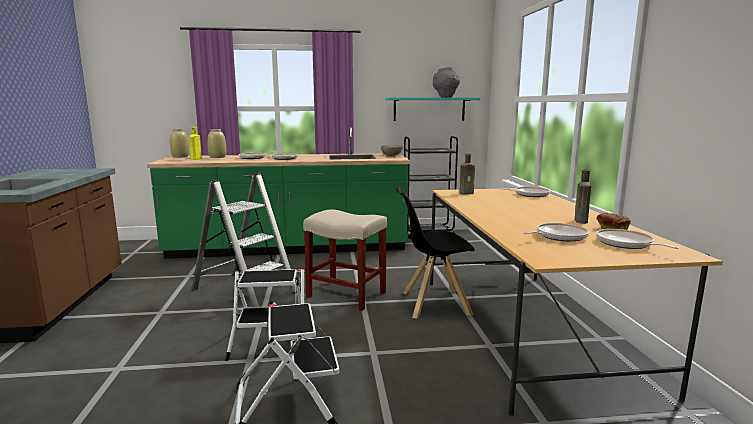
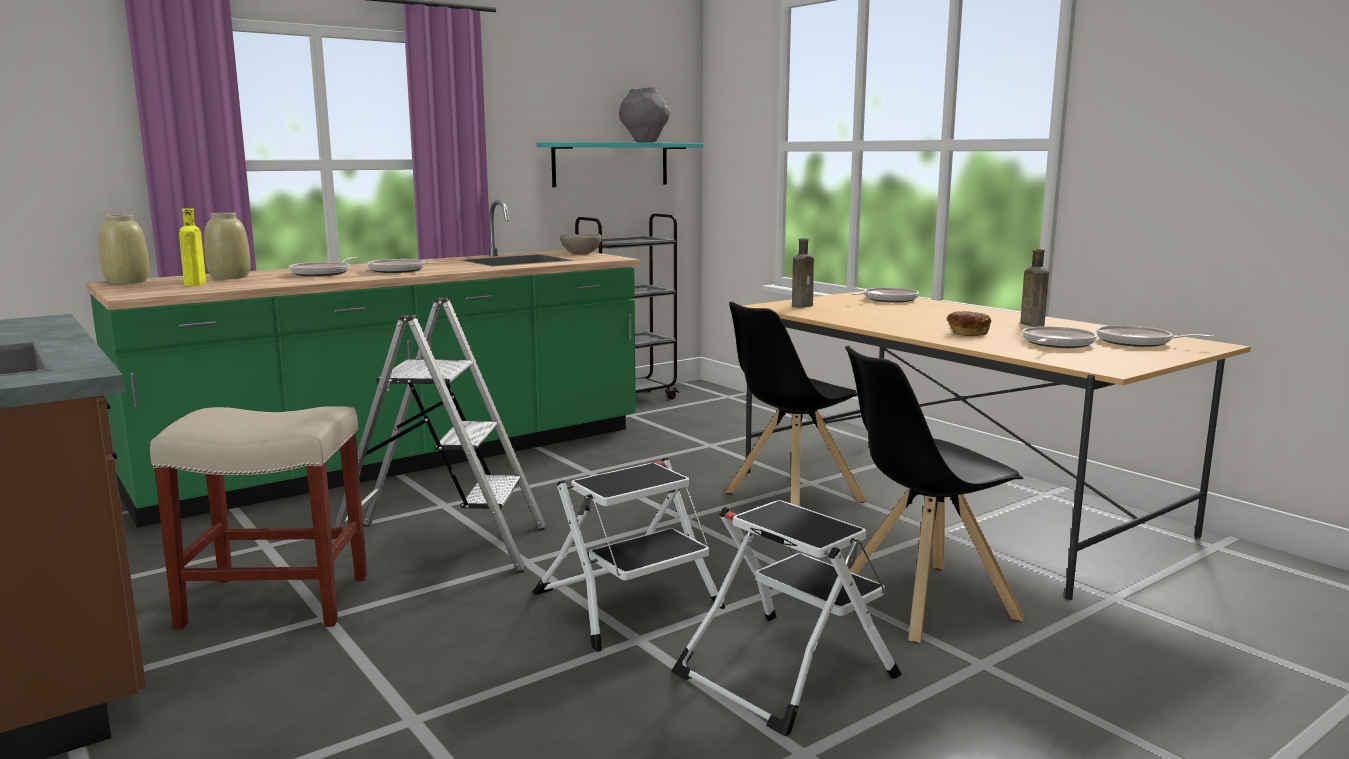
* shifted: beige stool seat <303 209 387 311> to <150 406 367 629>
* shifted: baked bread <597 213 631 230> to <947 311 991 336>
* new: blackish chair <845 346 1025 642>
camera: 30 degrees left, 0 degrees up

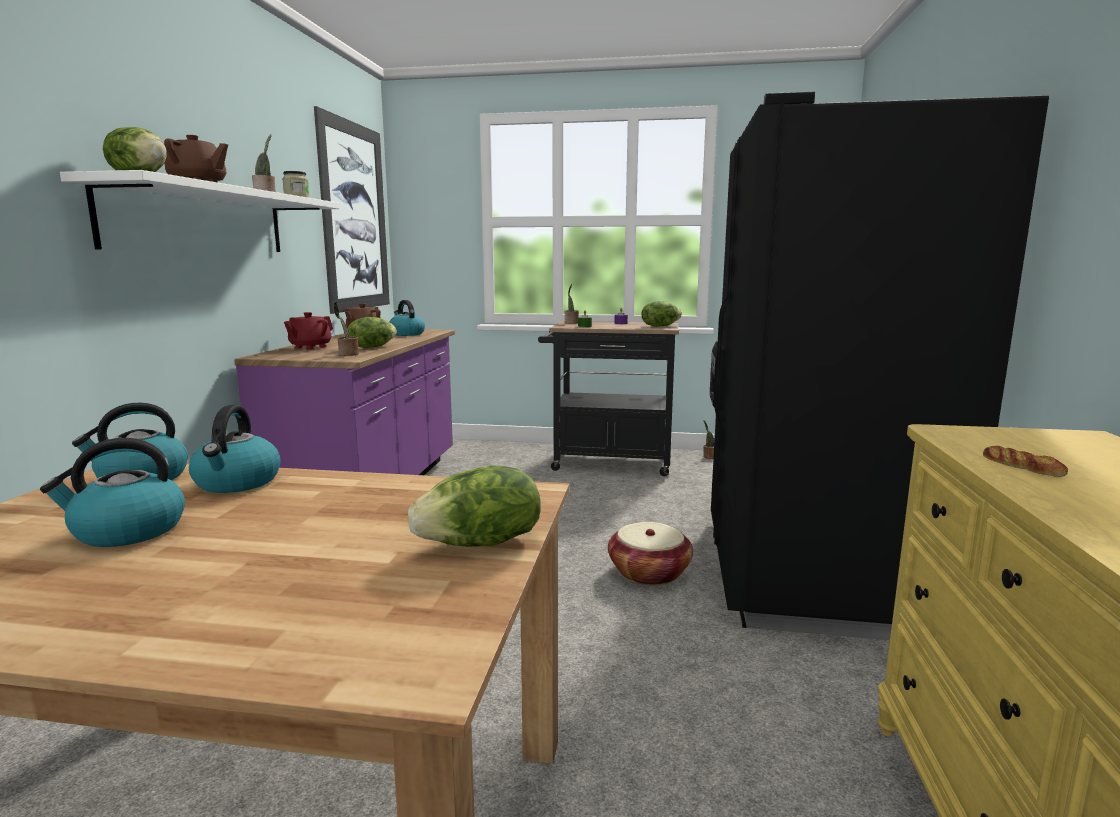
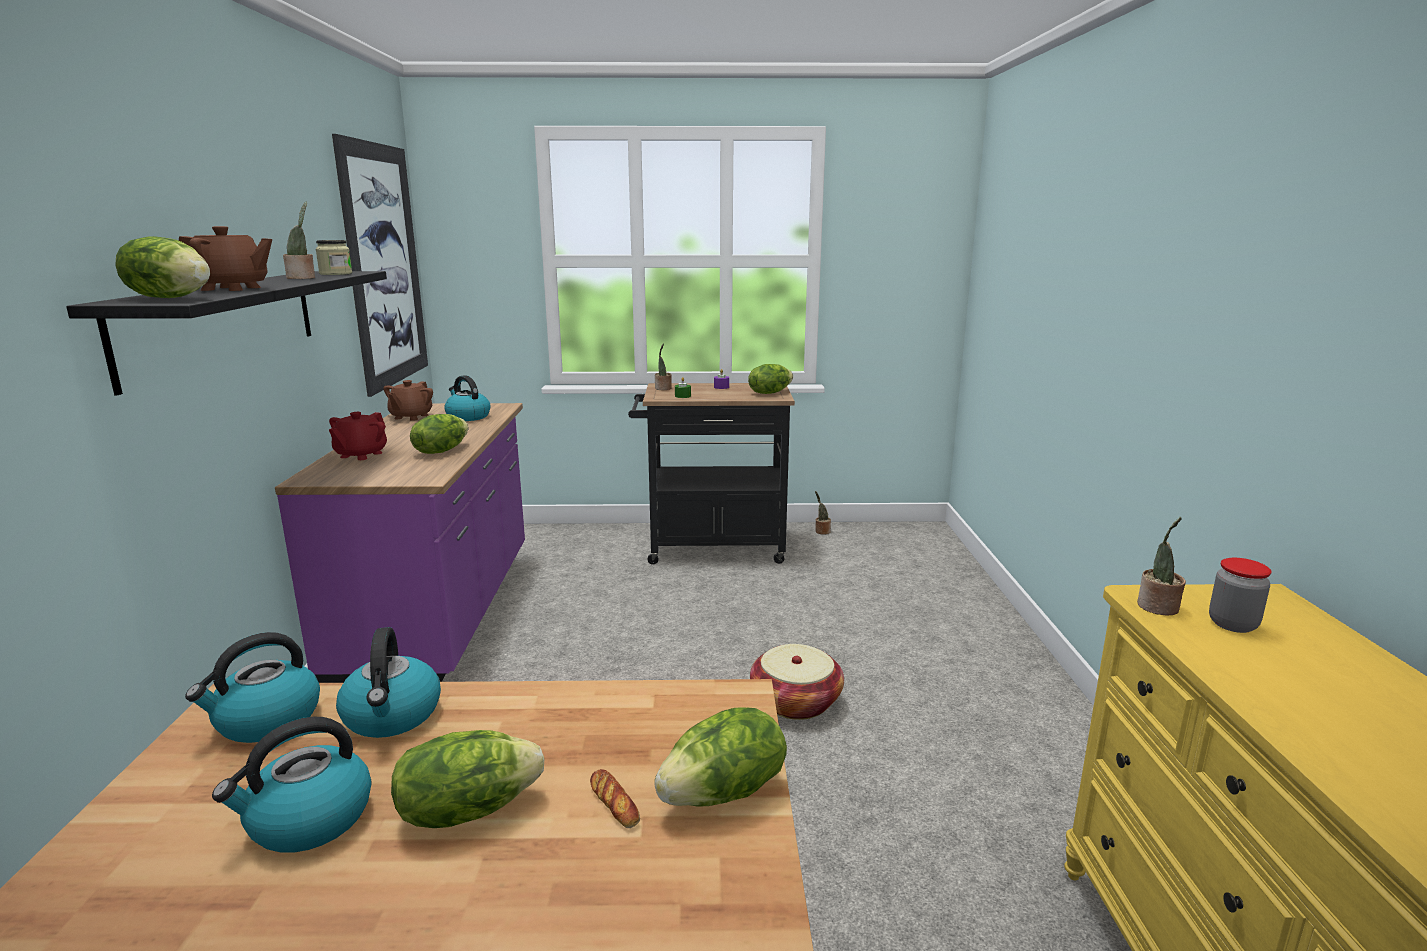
* gone: blackish refrigerator <709 92 1049 640>
* repainted: whitish bracket shelf <60 170 339 252> to blackish bracket shelf <66 271 387 395>
* shifted: plant in a pot <333 301 359 356> to <1137 517 1186 616>
* shifted: baked bread <983 446 1068 477> to <590 769 640 828>
* new: jar <1209 558 1271 633>
* new: head of lettuce <391 730 545 828>
camera: 10 degrees left, 5 degrees up

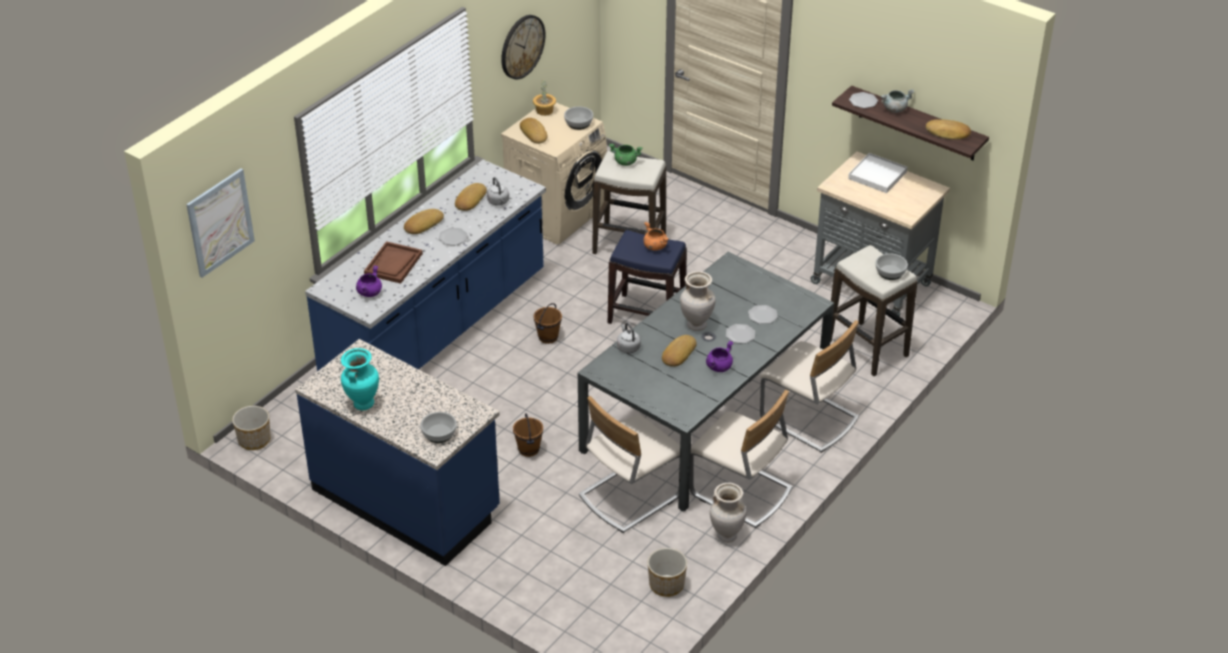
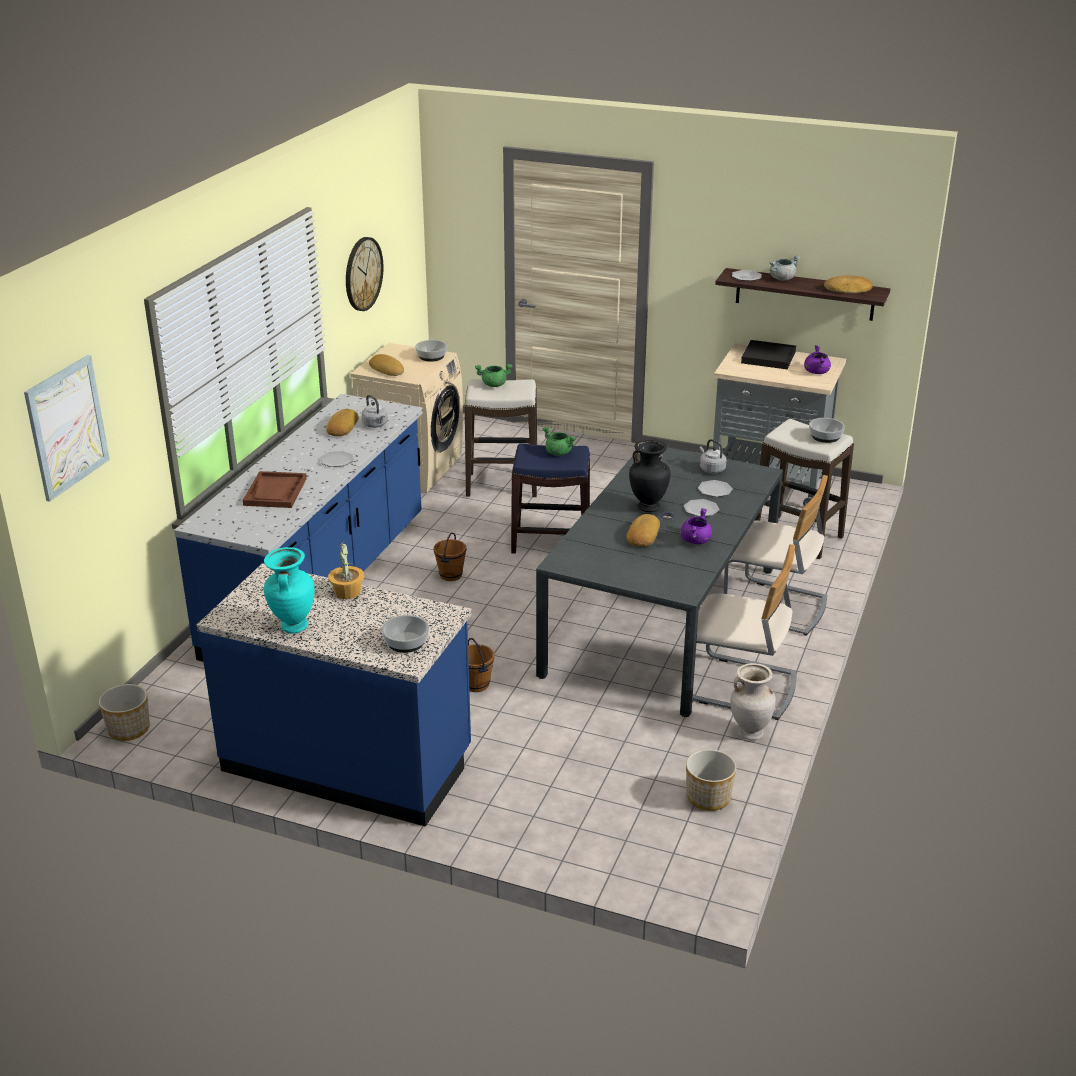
* shifted: plant in a pot <533 80 556 116> to <328 540 364 599>
* repainted: whitish serving tray <848 153 907 193> to blackish serving tray <741 340 796 369>
* gone: baked bread <404 209 444 234>
* repainted: orange saucepot <644 222 669 250> to green-coloured saucepot <542 427 577 456>
* shifted: purplish saucepot <356 265 382 297> to <804 345 831 374>
* repainted: beige flower vase <680 271 715 331> to blackish flower vase <629 440 671 512>
* shifted: greyish kettle <617 323 641 353> to <699 439 726 474>
* gone: beige chair <579 396 680 533>
camera: 15 degrees left, 10 degrees down

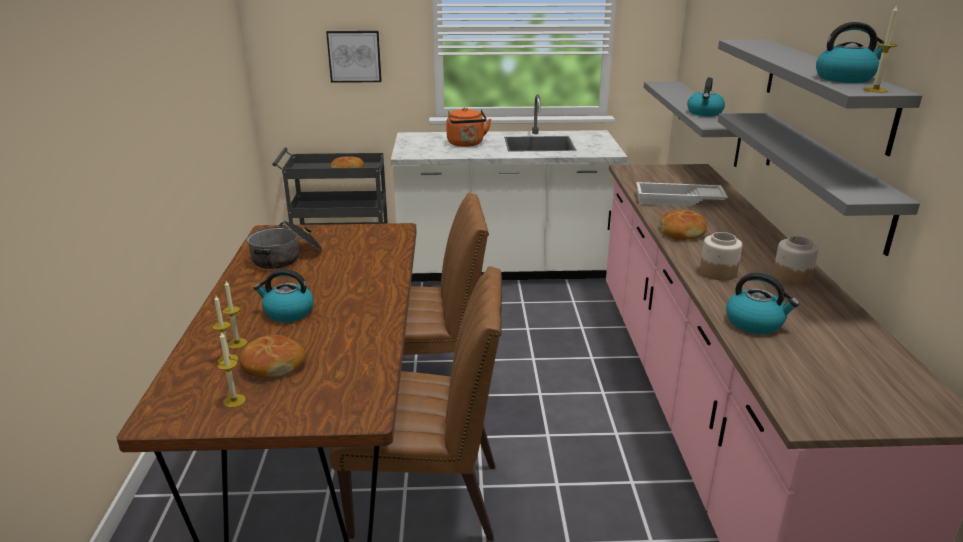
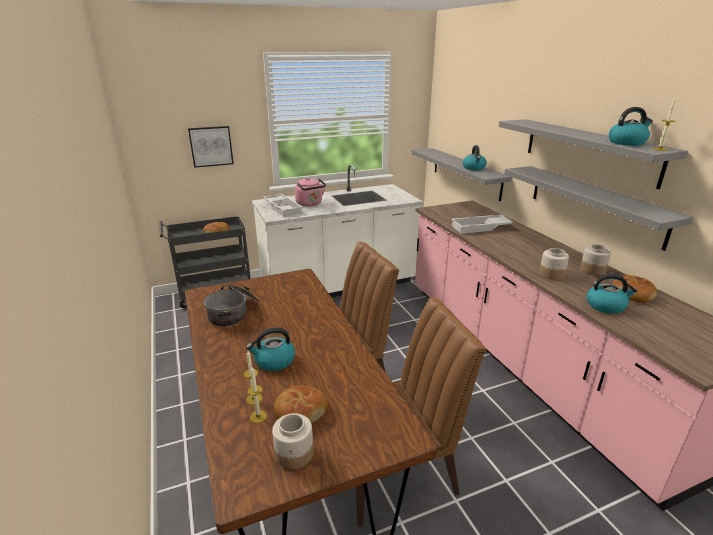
* repainted: orange kettle <446 107 492 147> to pink-coloured kettle <295 178 326 206>
* shifted: baked bread <660 210 707 240> to <613 275 657 303>
* swapped: wax candle <218 332 246 408> to jar <272 413 313 470>
* new: whitish serving tray <263 194 303 217>
camera: 20 degrees left, 0 degrees up

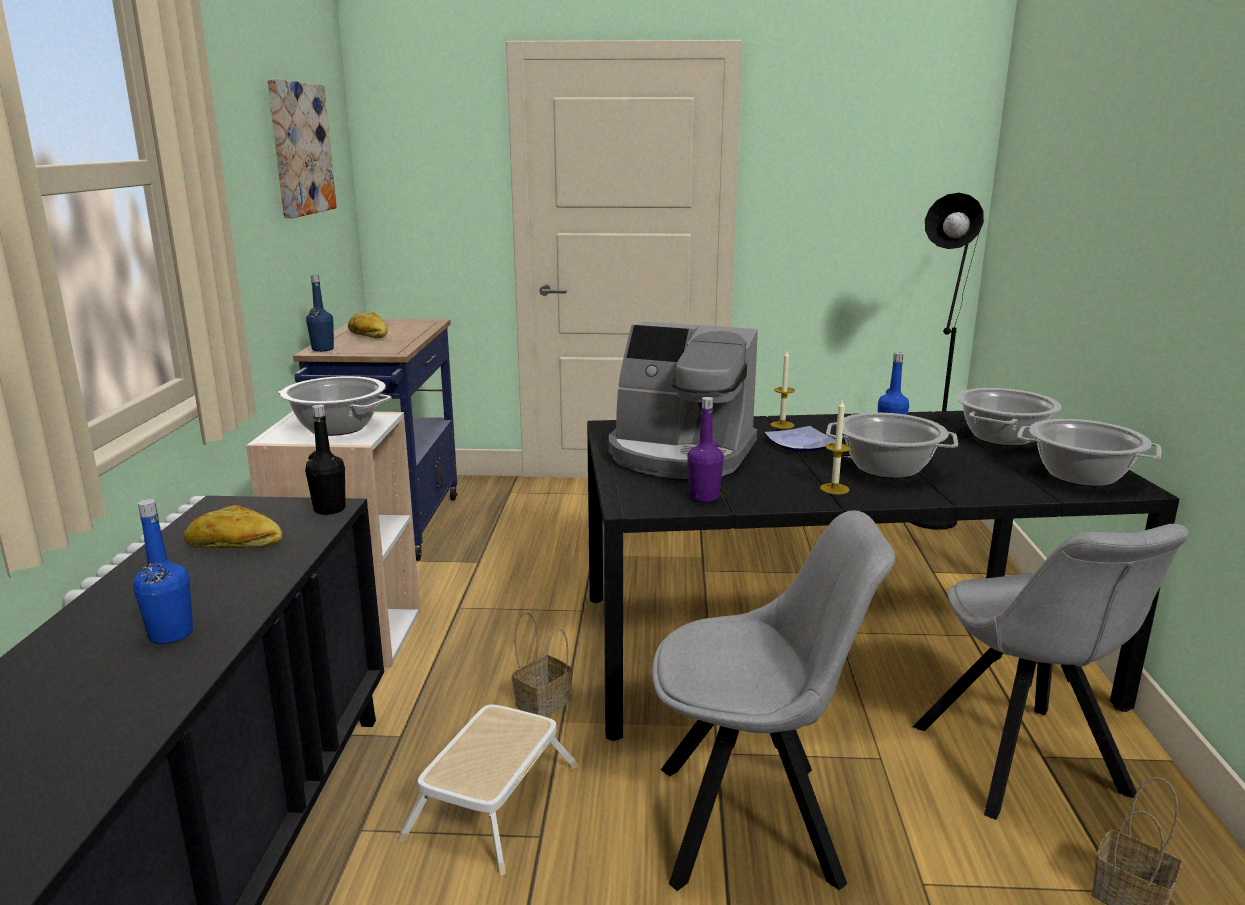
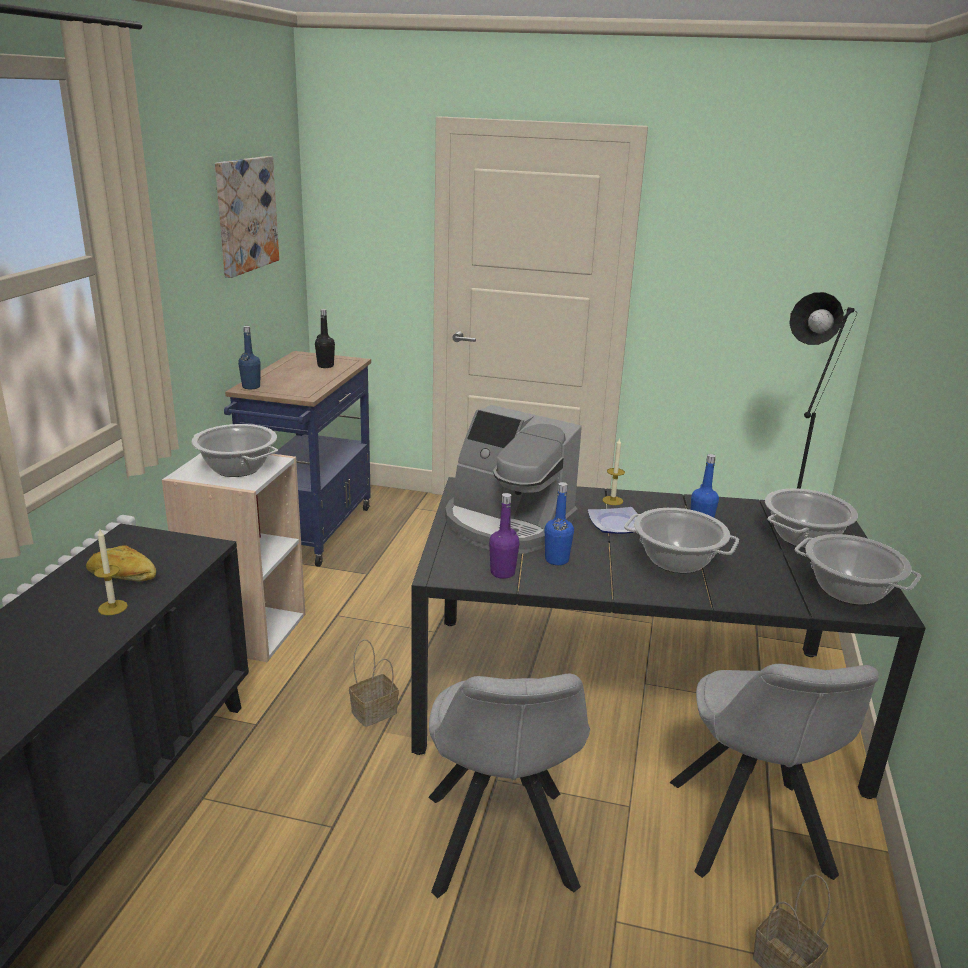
* gone: baked bread <348 312 388 339>
* shifted: wax candle <820 400 851 494> to <94 530 128 615>
* shifted: blackish drink bottle <305 405 346 515> to <315 309 335 368>
* shifted: blue drink bottle <133 499 193 644> to <545 482 574 565>
* rotated: greyish chair <652 510 895 891> = <428 674 590 898> 75 degrees clockwise
* gone: beige step stool <397 705 579 876>
camera: 10 degrees right, 5 degrees up

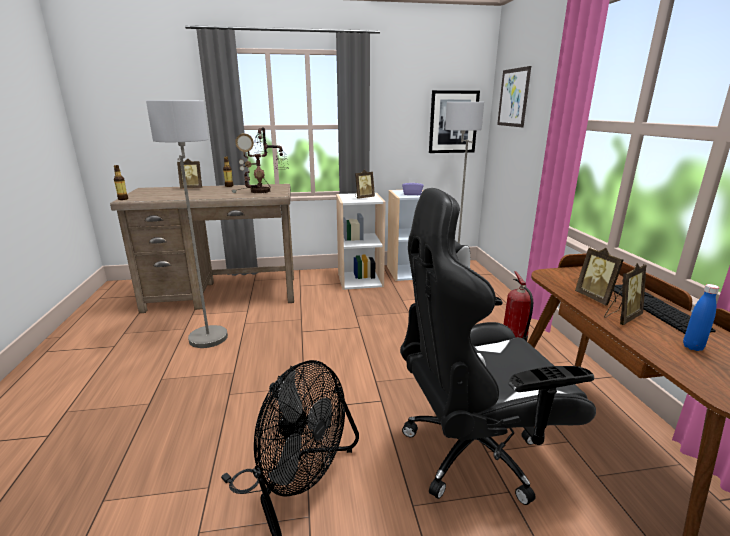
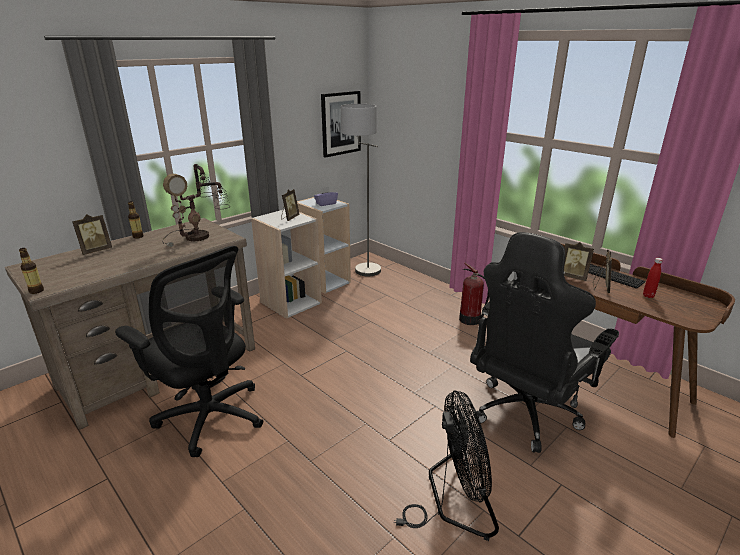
* gone: picture <497 66 531 127>
* swapped: greyish floor lamp <146 100 228 348> to blackish computer chair <115 246 263 457>
* repainted: blue drink bottle <683 284 720 351> to reddish drink bottle <643 258 663 298>
camera: 35 degrees left, 5 degrees up

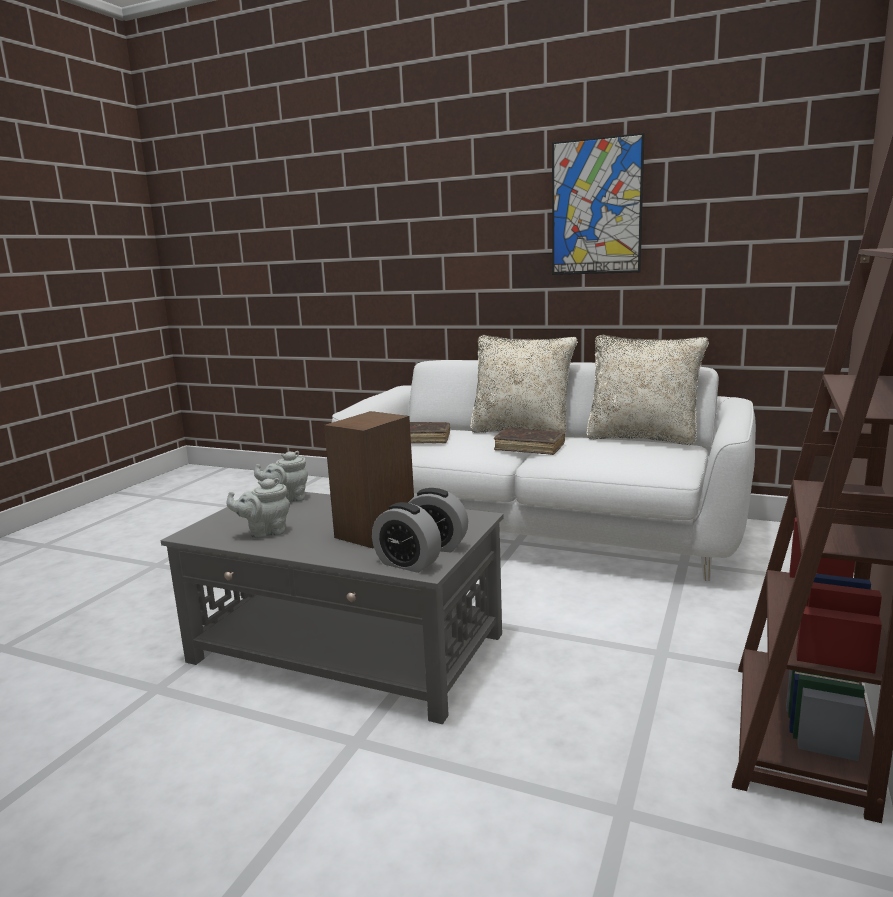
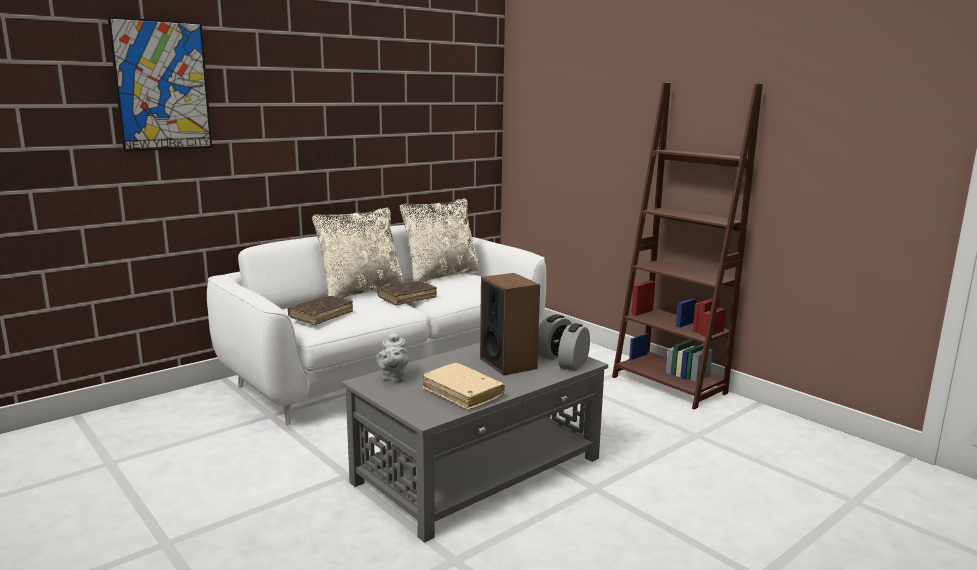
* shifted: picture <552 133 645 275> to <107 17 212 152>
* swapped: greyish teapot <226 478 290 539> to beige bound book <423 363 505 410>
* rotated: alarm clock <372 502 441 573> = <558 323 590 371> 150 degrees clockwise
camera: 65 degrees left, 0 degrees up

